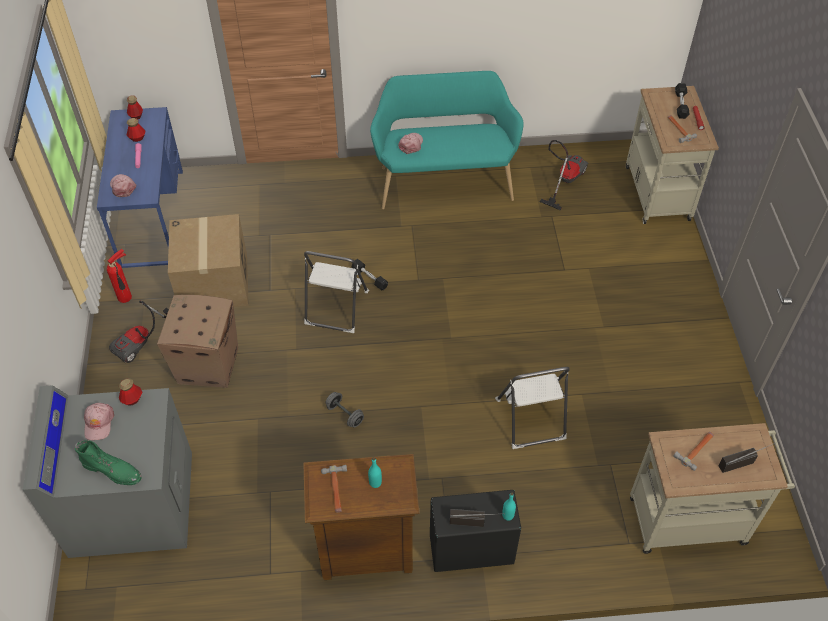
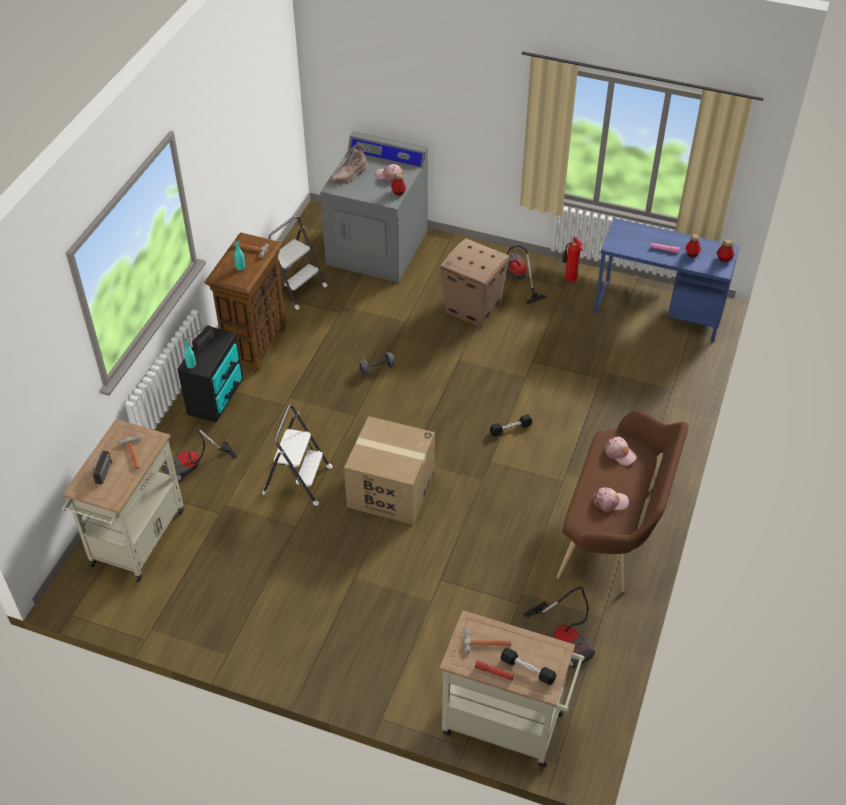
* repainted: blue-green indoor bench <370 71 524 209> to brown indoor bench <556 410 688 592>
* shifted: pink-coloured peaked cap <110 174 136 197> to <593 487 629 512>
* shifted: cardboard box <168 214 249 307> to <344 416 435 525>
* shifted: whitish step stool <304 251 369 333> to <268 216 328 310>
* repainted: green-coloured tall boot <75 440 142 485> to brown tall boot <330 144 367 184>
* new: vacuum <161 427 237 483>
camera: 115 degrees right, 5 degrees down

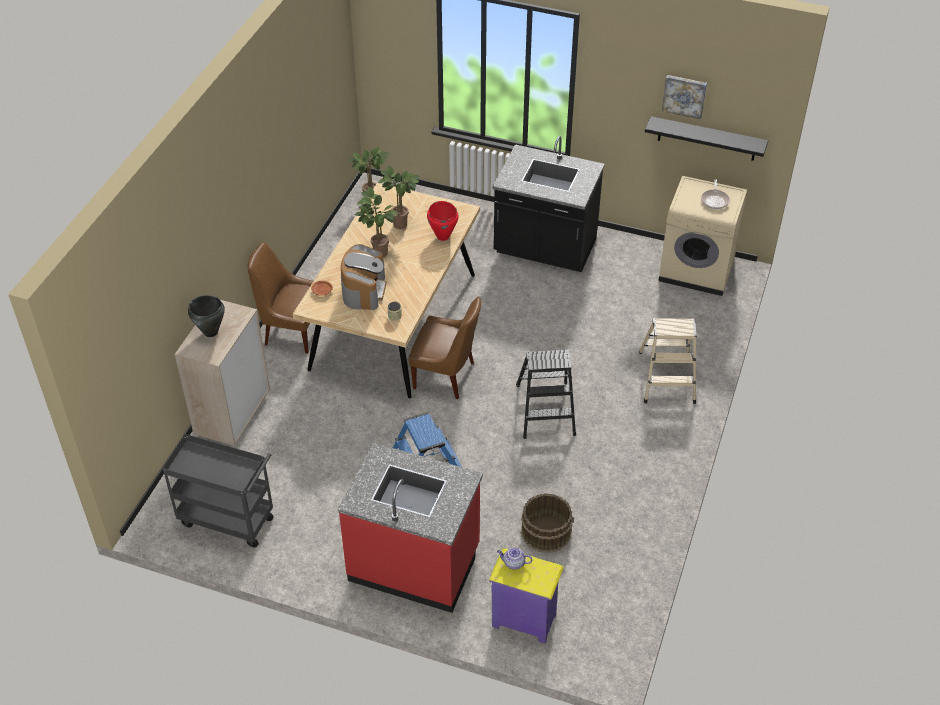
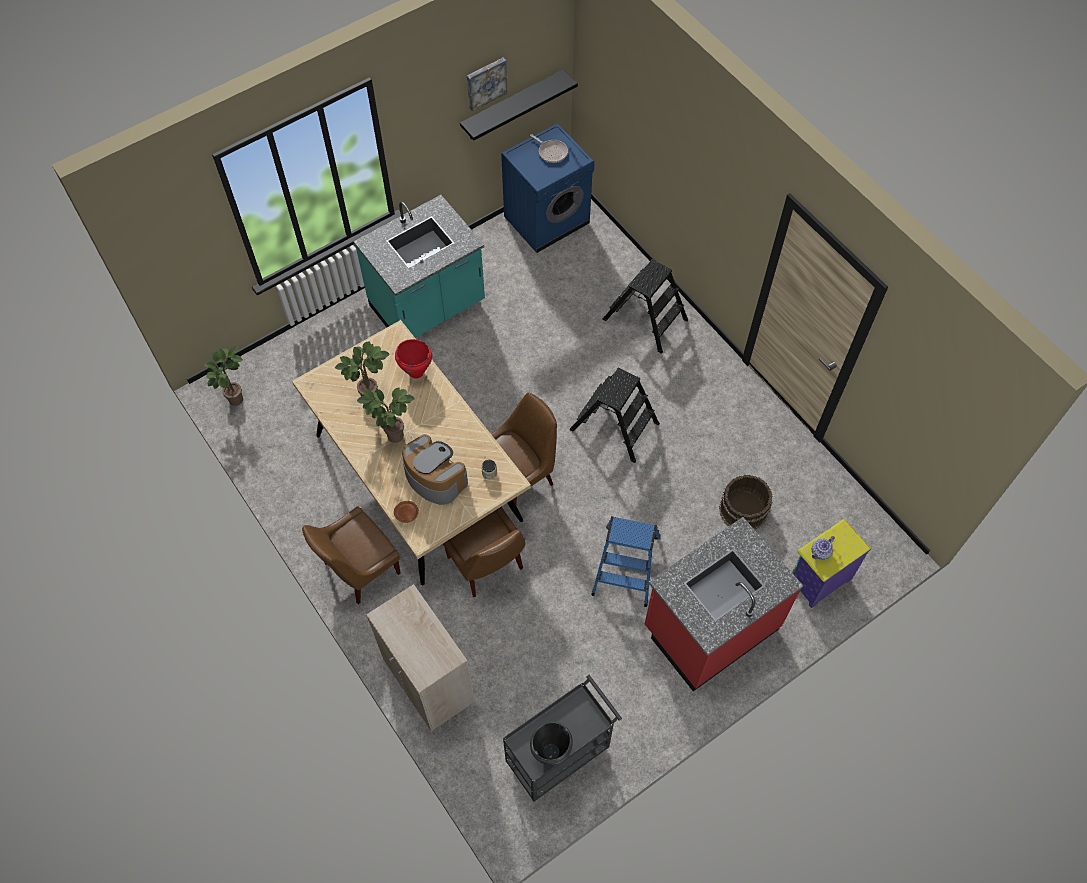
* repainted: blackish kitchen base unit <492 136 605 272> to blue-green kitchen base unit <353 195 485 338>
* repainted: beige laundry machine <658 176 748 296> to blue laundry machine <501 123 594 253>
* shifted: blackish saucepot <188 295 225 337> to <530 722 573 765>
* repainted: beige step stool <639 318 697 404> to blackish step stool <602 259 688 354>
* new: brown chair <443 506 525 597>
camera: 55 degrees left, 15 degrees up

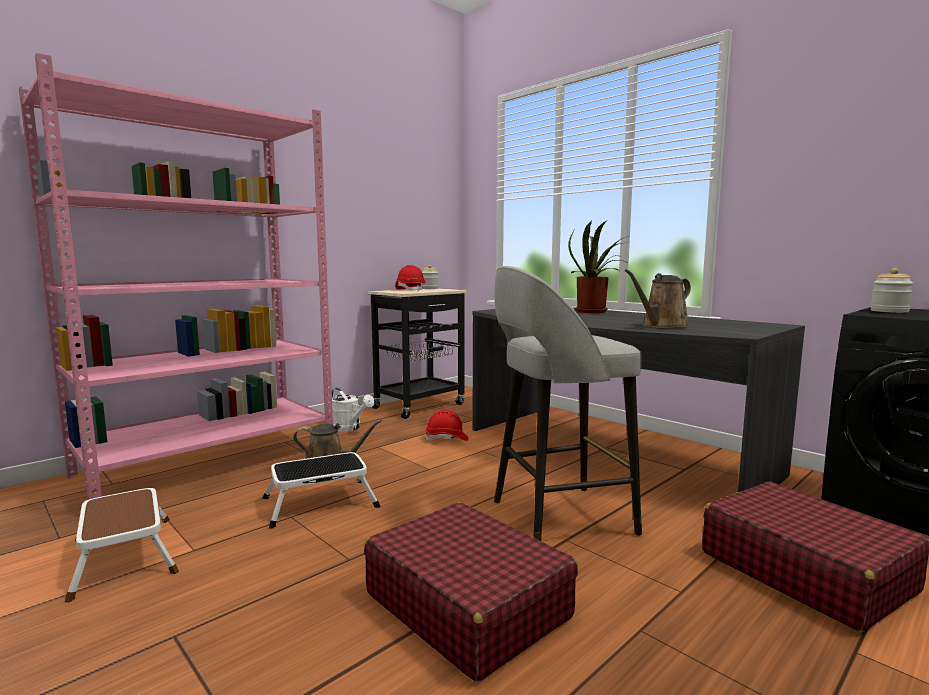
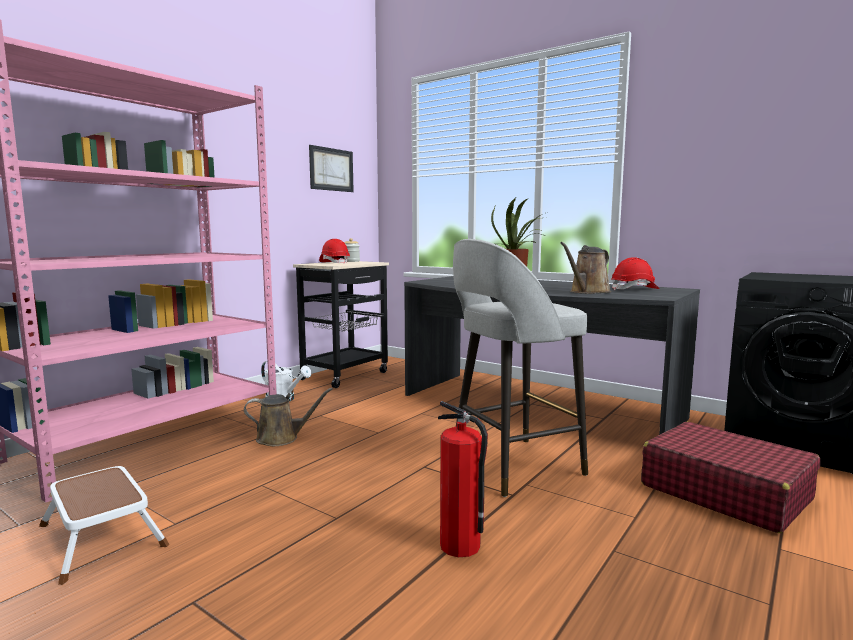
* gone: jar <871 268 914 313>
* shifted: reddish safety helmet <425 410 469 441> to <611 257 659 290>
* gone: blackish step stool <263 452 381 529>
* swapped: reddish travel case <364 502 578 682> to fire extinguisher <438 401 488 557>
* new: picture <309 145 354 192>
camera: 10 degrees left, 0 degrees up

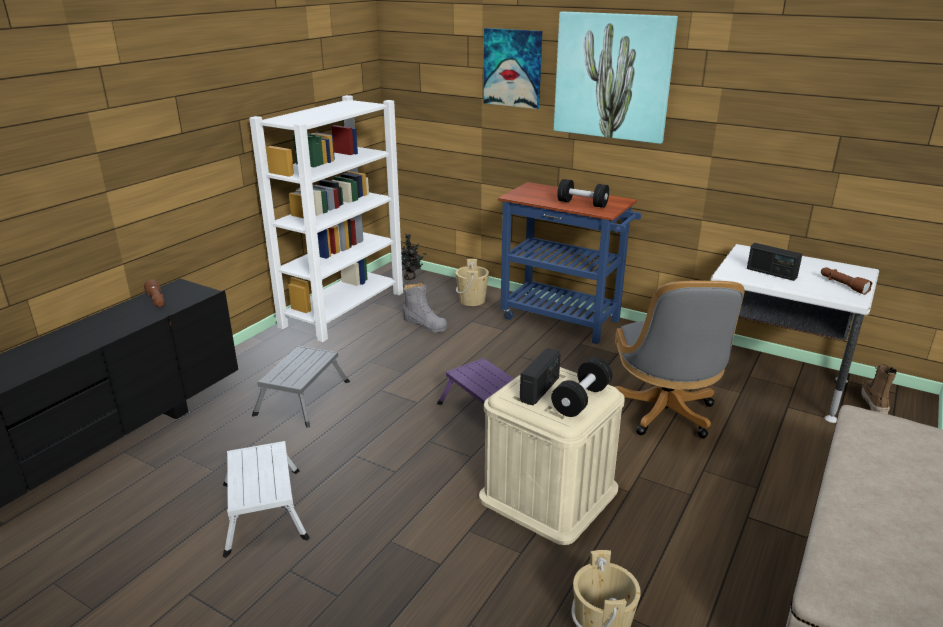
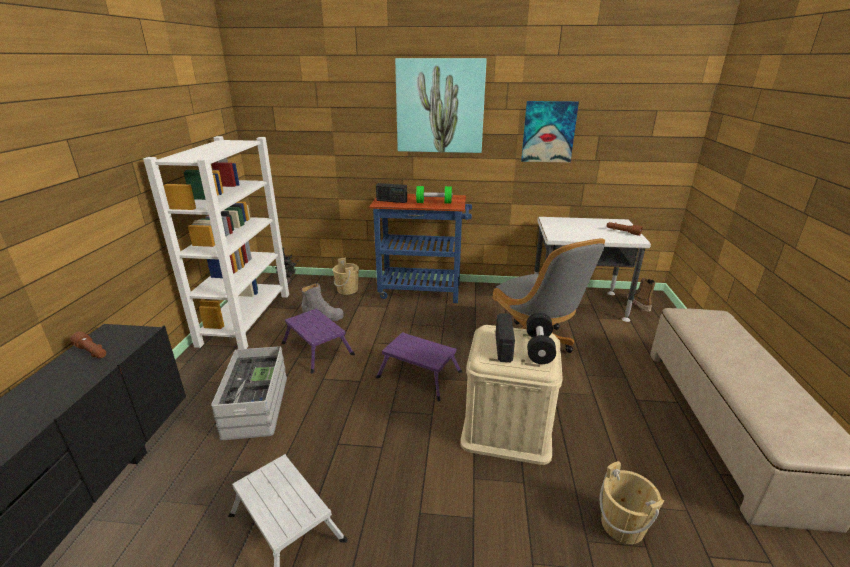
* shifted: picture <483 28 542 109> to <521 101 579 163>
* repainted: blackish free weight <557 179 609 208> to green-coloured free weight <416 186 452 204>
* shifted: radio set <747 243 802 281> to <376 183 407 203>
* swapped: greyish step stool <252 346 350 428> to greyish storage box <211 346 287 440>
* new: purplish step stool <281 309 355 374>
camera: 25 degrees left, 0 degrees up

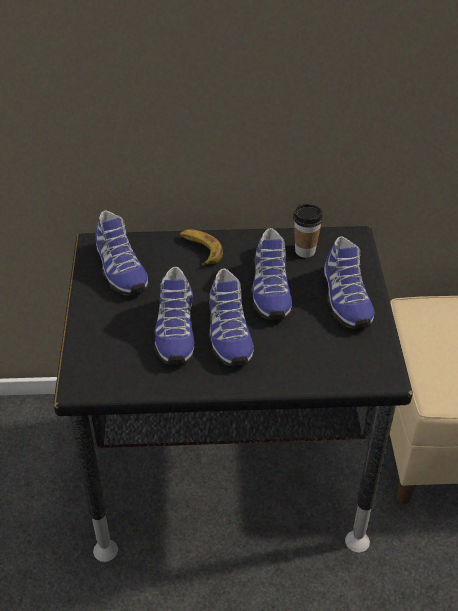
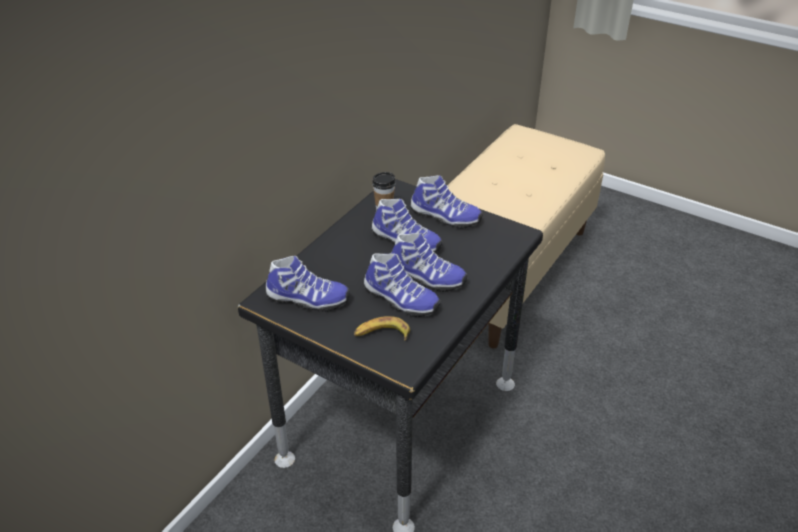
* shifted: banana fruit <180 229 223 266> to <354 316 410 341>
camera: 55 degrees left, 5 degrees down

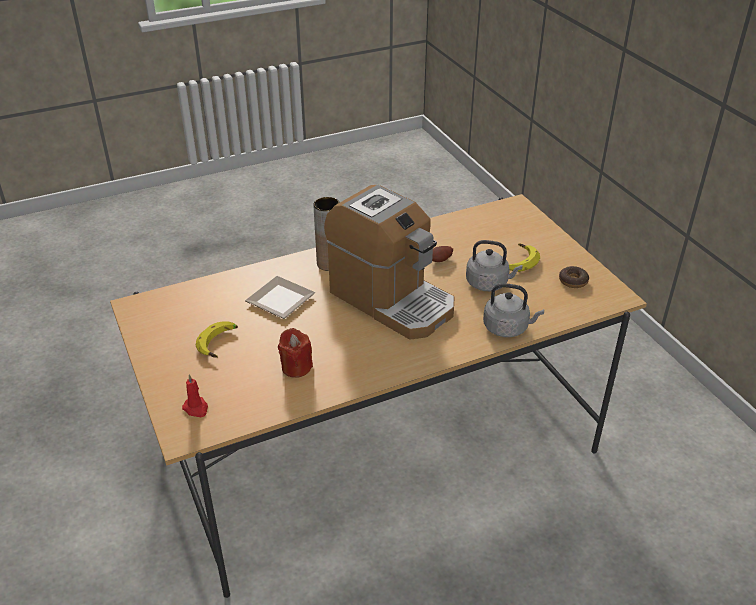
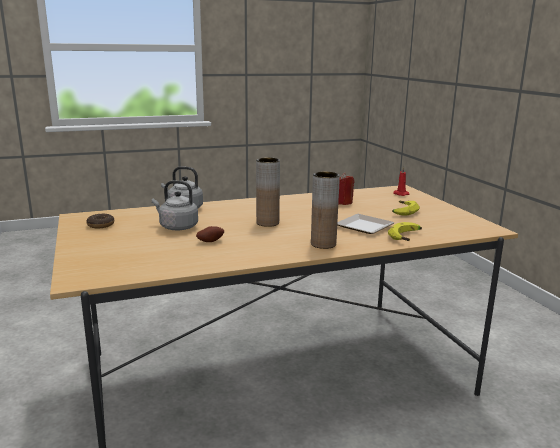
* swapped: coffee maker <324 185 454 340> to brown flower vase <256 158 280 227>
* shifted: banana fruit <509 243 540 272> to <388 222 422 241>
camera: 175 degrees left, 20 degrees down

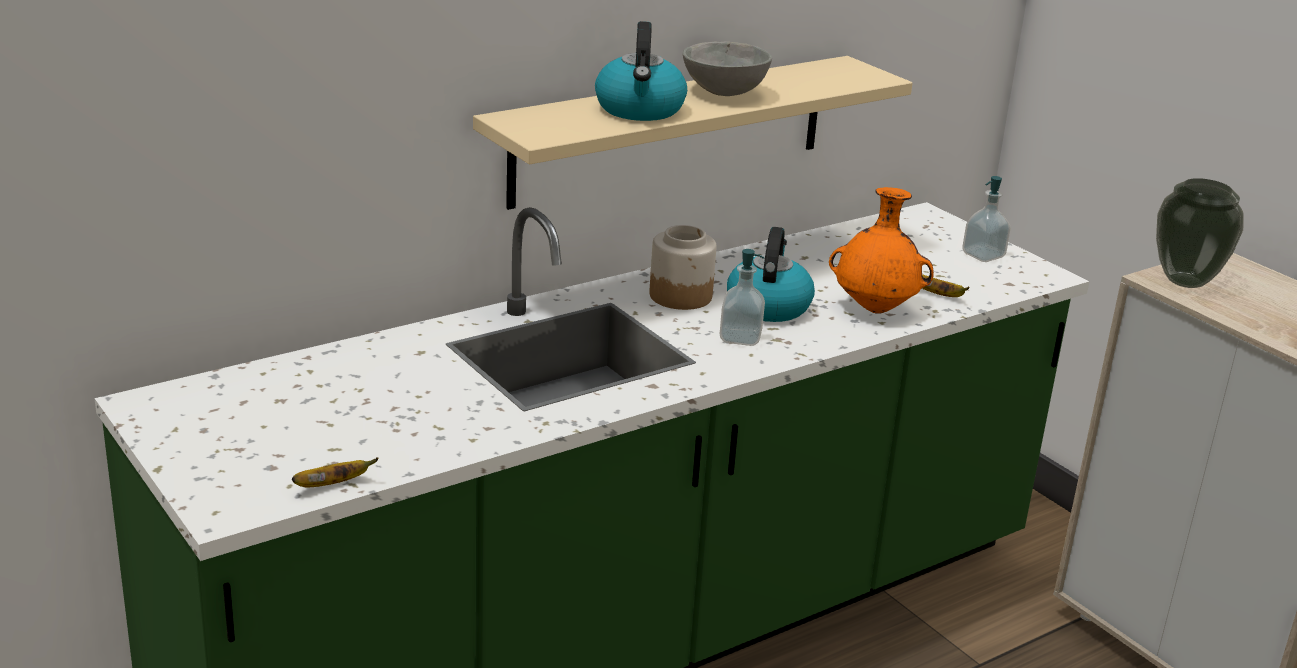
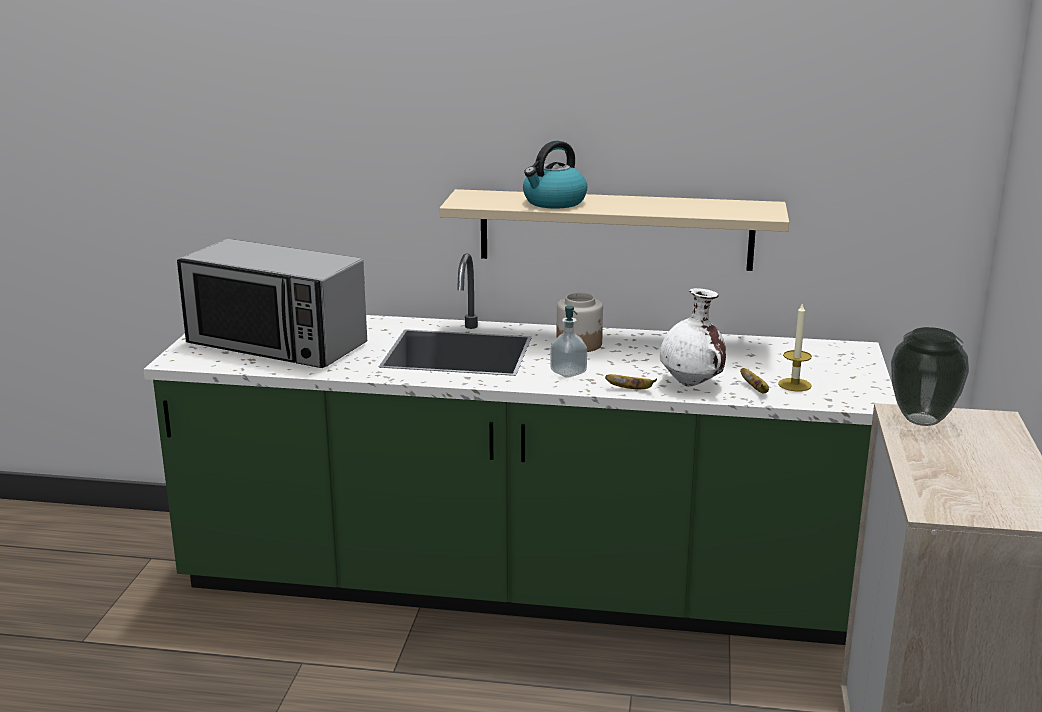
* gone: greyish deep dish <683 41 772 96>
* gone: soap dispenser <962 176 1011 262>
* repainted: orange flower vase <829 187 934 314> to whitish flower vase <660 288 726 387>
* gone: kettle <727 227 815 322>
* shifted: banana fruit <292 457 379 487> to <605 374 657 389>
* new: microwave <177 239 367 368>
* new: wax candle <778 302 812 391>
camera: 45 degrees right, 5 degrees down

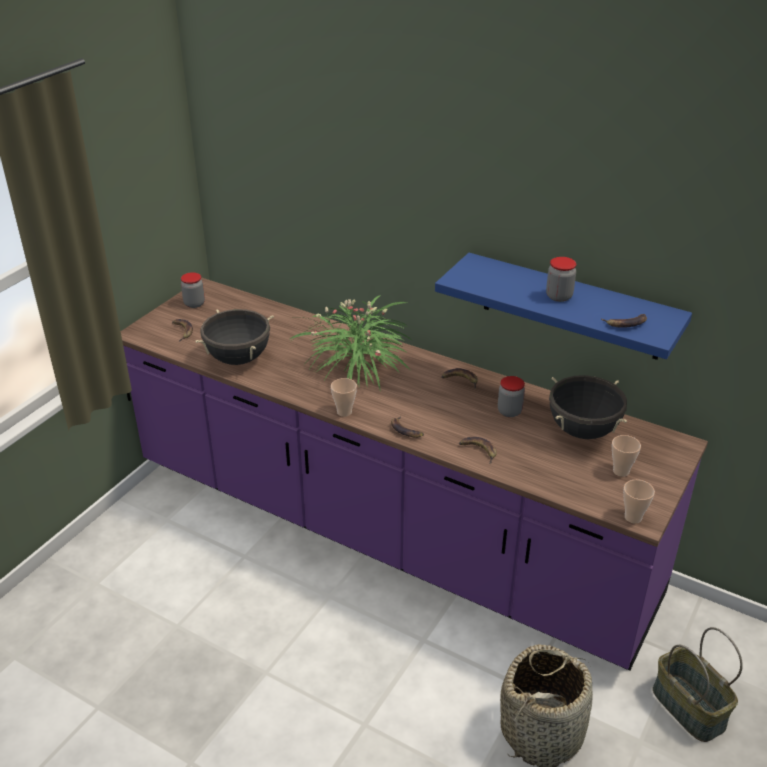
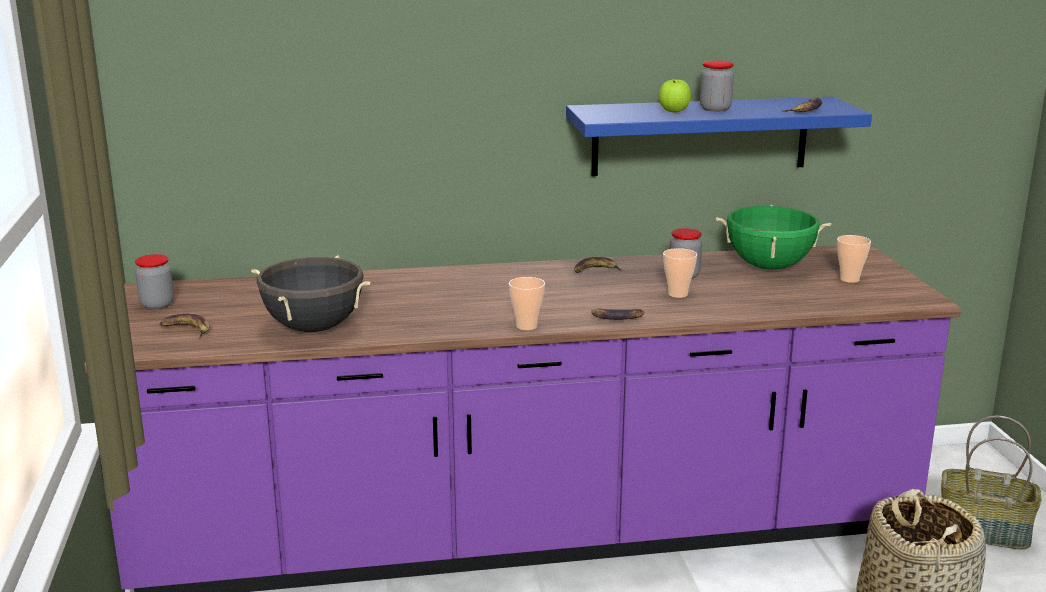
* gone: plant in a pot <290 295 413 392>
* repainted: blackish saucepot <549 375 627 439> to green-coloured saucepot <716 205 831 270>
* gone: banana fruit <459 437 497 464>
* shifted: drinking cup <623 480 655 523> to <663 248 697 298>
* new: whole apple <659 80 691 112>
camera: 40 degrees left, 15 degrees down

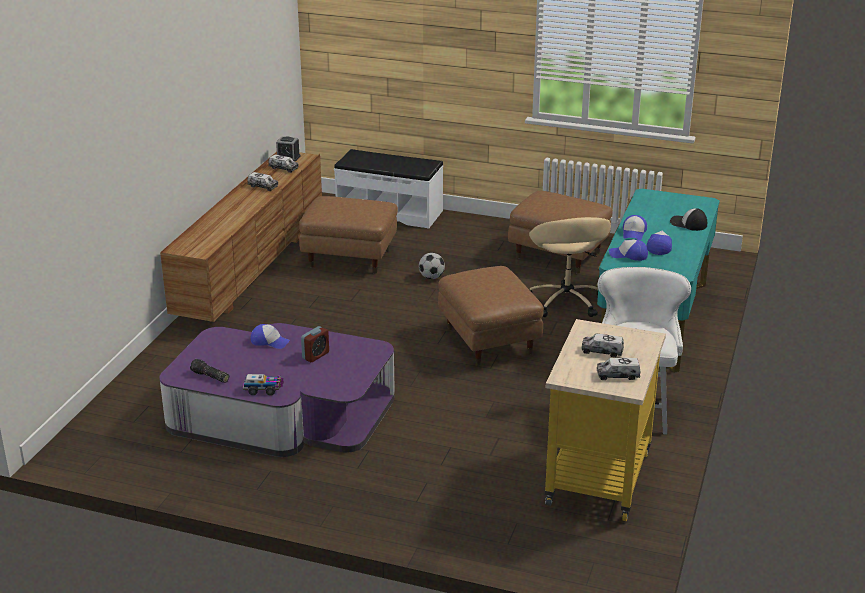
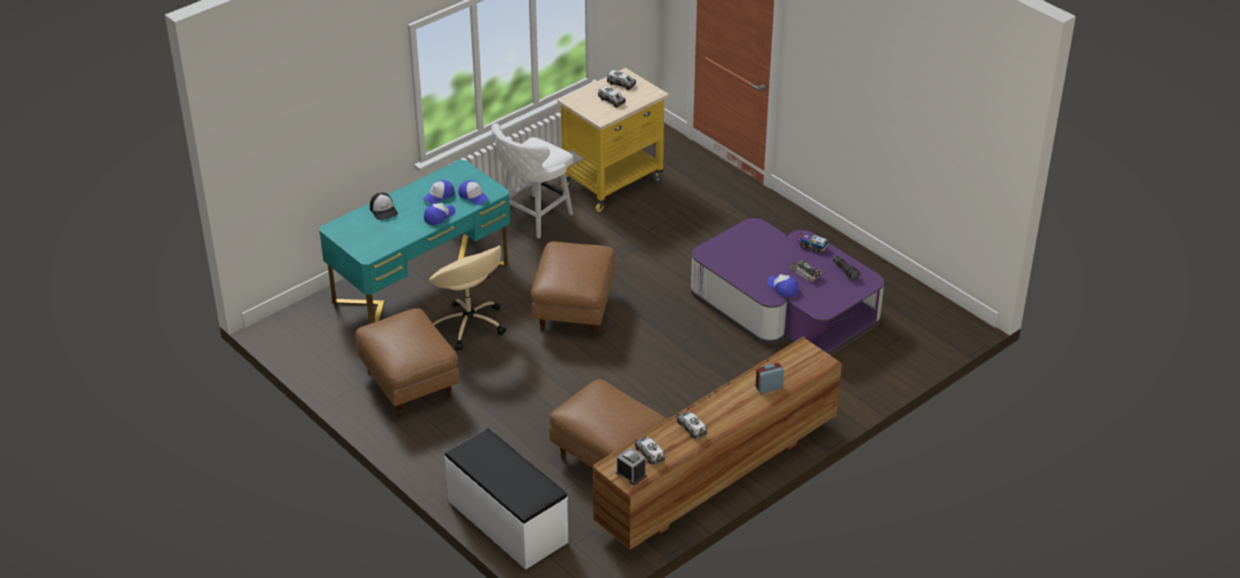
* rotated: beige computer chair <529 217 611 317> = <429 246 506 350> 120 degrees clockwise
* gone: football <419 253 445 279>
* shifted: alarm clock <301 326 329 362> to <756 363 784 394>
* new: toy car <789 260 823 282>
camera: 150 degrees left, 10 degrees up

